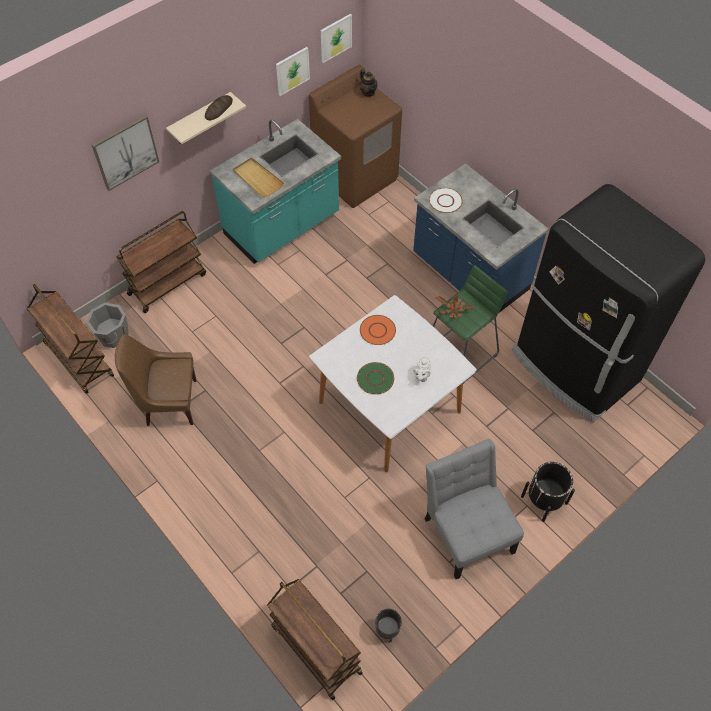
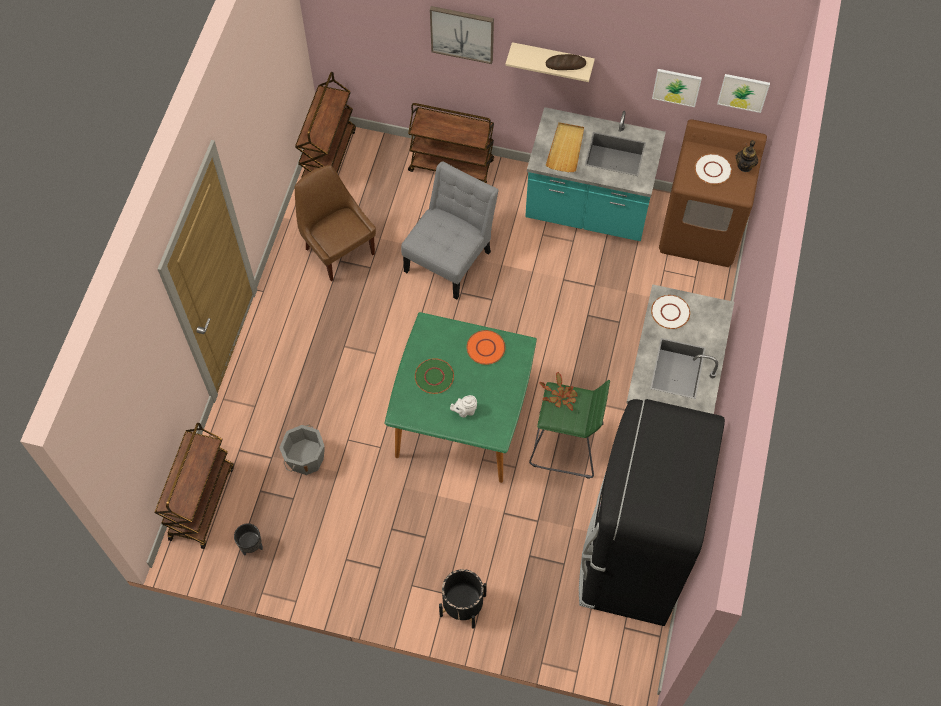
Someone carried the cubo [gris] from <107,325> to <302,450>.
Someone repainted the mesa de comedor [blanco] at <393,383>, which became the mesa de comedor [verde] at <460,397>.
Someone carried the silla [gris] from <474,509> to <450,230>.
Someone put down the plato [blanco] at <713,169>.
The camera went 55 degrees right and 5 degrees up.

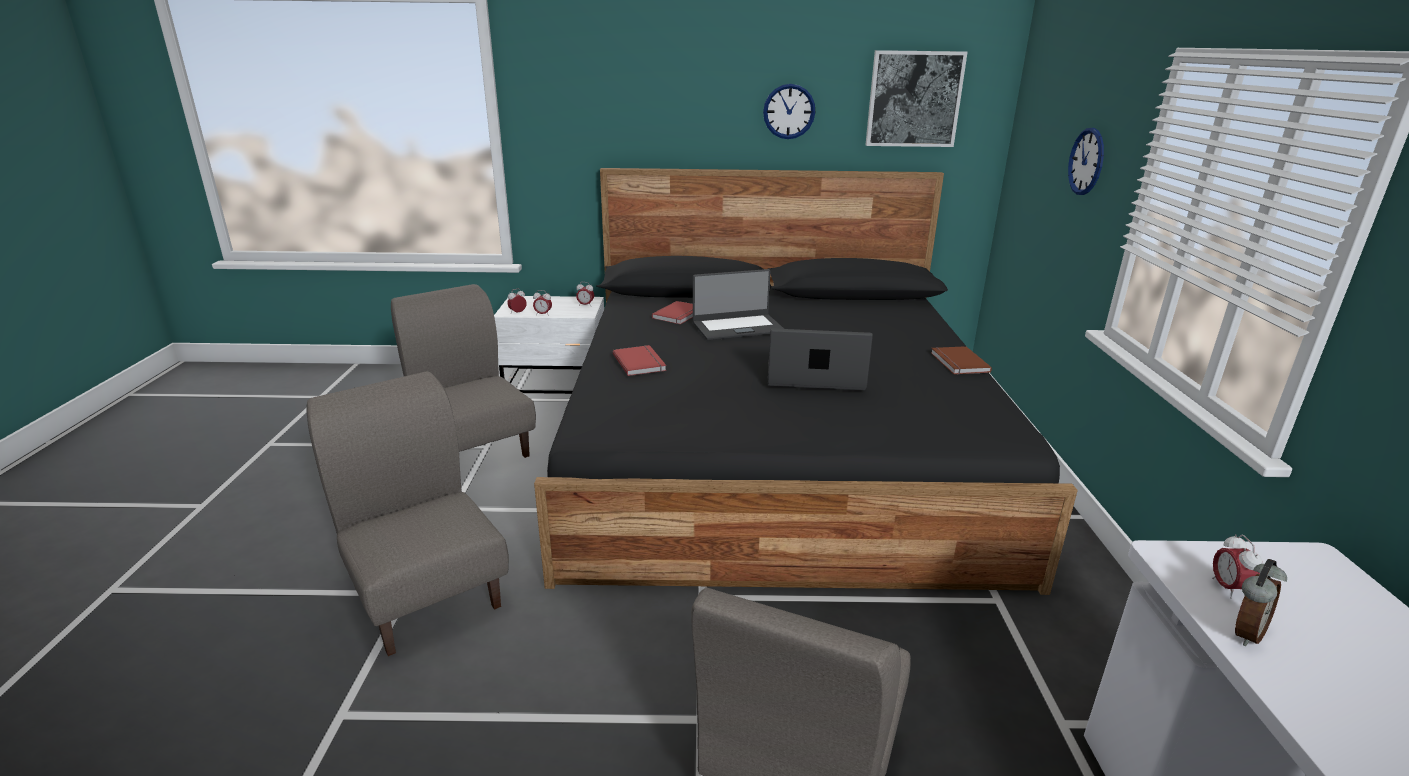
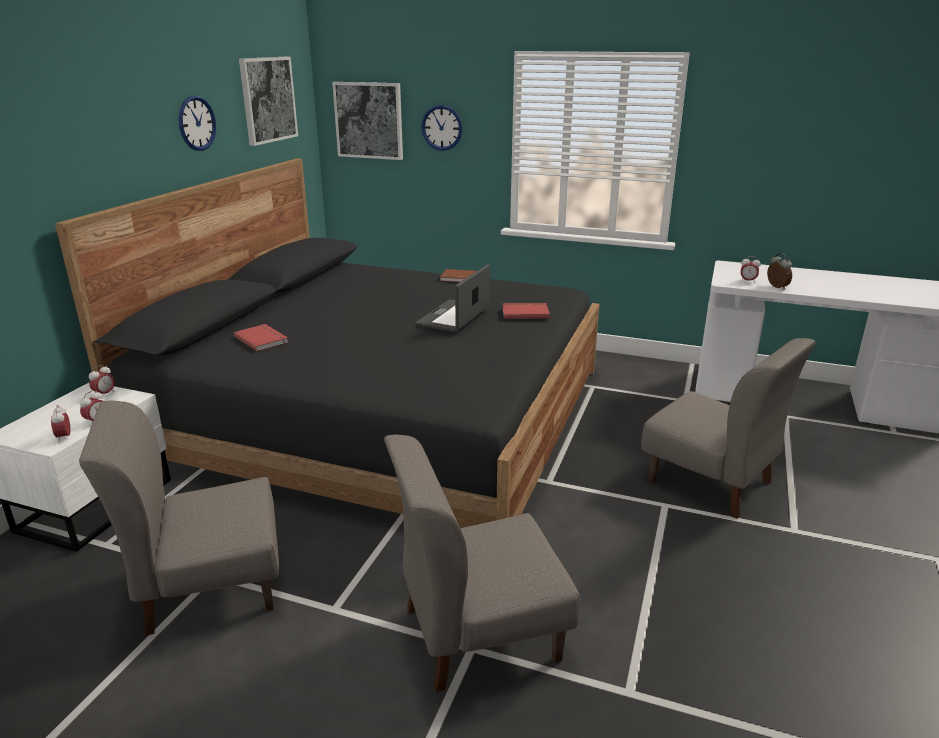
Someone put up the cuadro at <367,121>.
Someone carried the libro [rojo] from <639,360> to <526,311>.
Someone took away the portátil at <738,304>.
The camera went 70 degrees left and 0 degrees up.

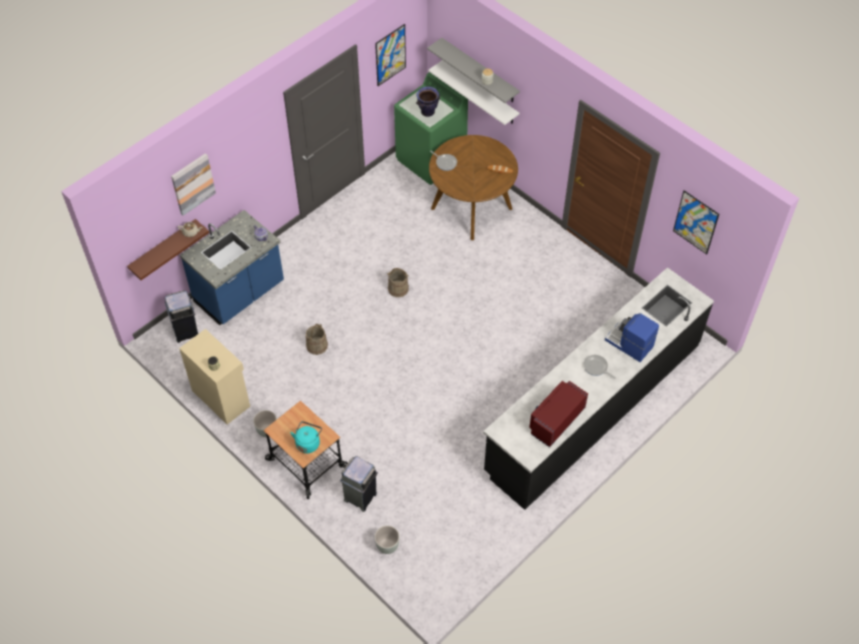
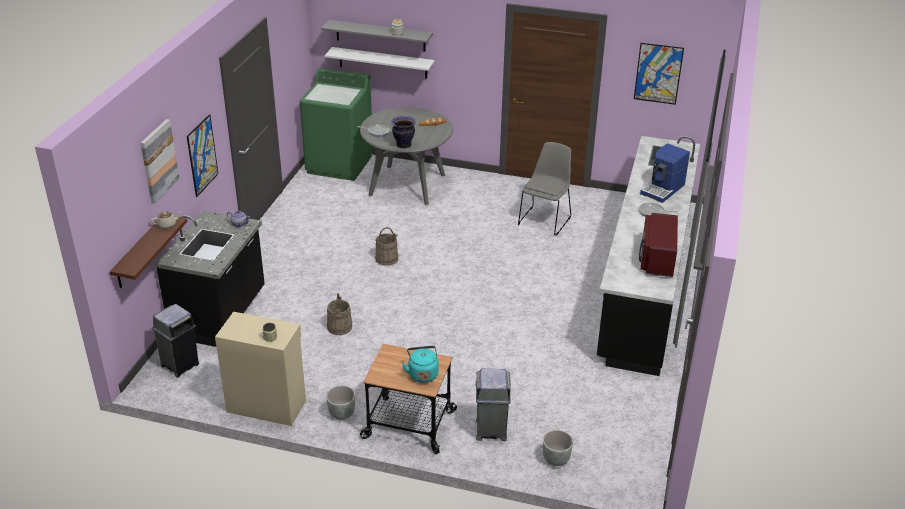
Someone repainted the mueble bajo de cocina [azul] at <232,267>, which became the mueble bajo de cocina [negro] at <210,279>.
Someone carried the cuadro from <390,55> to <202,155>.
Someone repainted the mesa de comedor [marrón] at <473,187>, which became the mesa de comedor [gris] at <406,156>.
Someone carried the florero from <428,101> to <403,132>.
Someone put down the silla [gris] at <544,188>.
Someone rotated the cafetera at <632,337> by 60 degrees counterclockwise.
The camera went 30 degrees left and 20 degrees down.

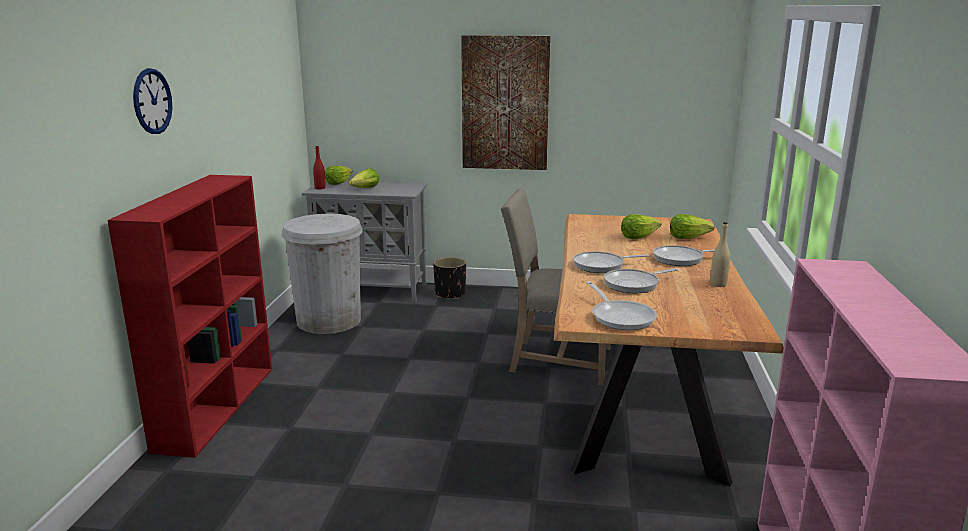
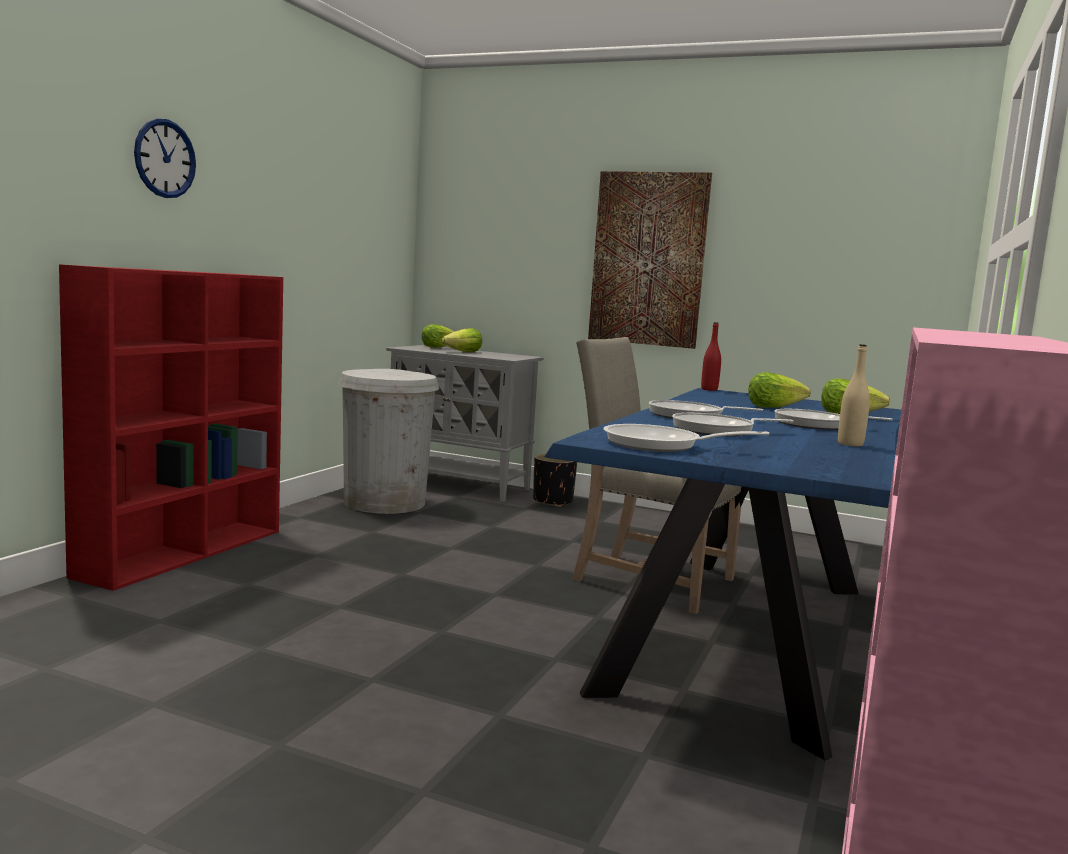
Someone repainted the mesa de comedor [marrón] at <669,350>, which became the mesa de comedor [azul] at <722,574>.
Someone rotated the sartén at <621,305> by 105 degrees clockwise.
Someone carried the botella [rojo] from <319,168> to <711,356>.
The camera went 15 degrees right and 10 degrees down.

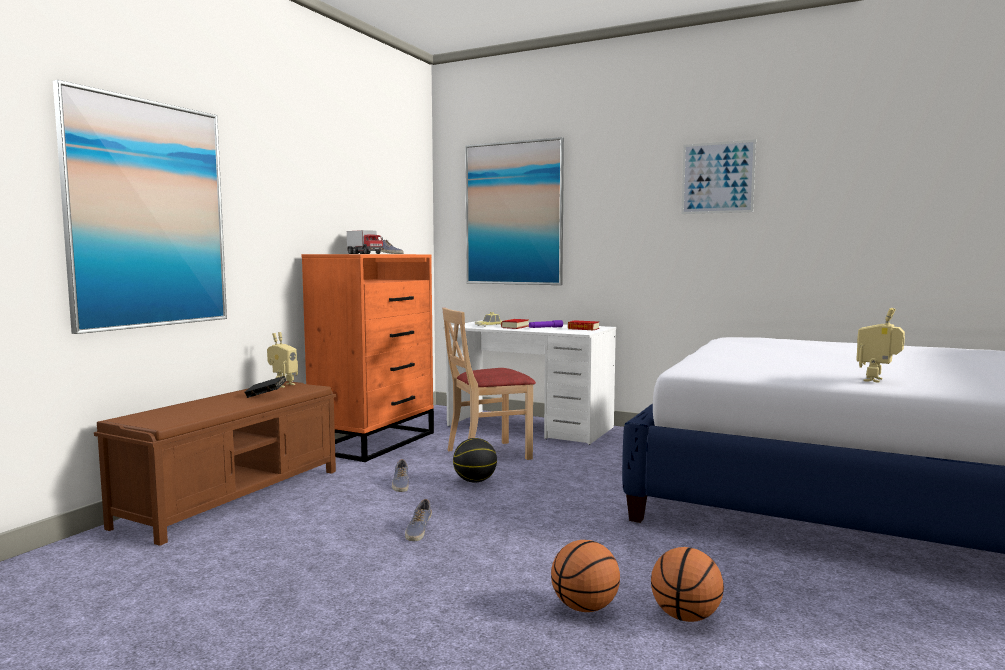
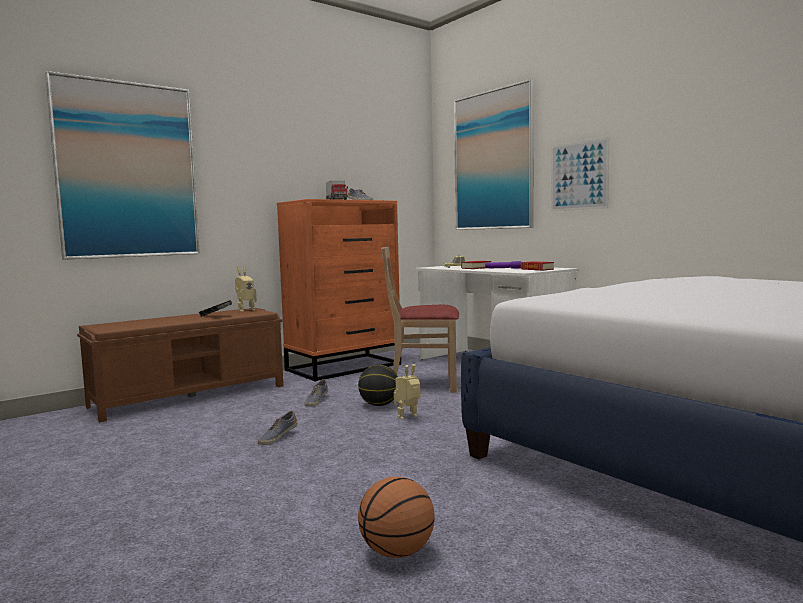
Someone carried the robot de juguete from <880,345> to <407,392>.
Someone carried the cuadro from <718,177> to <580,174>.
Someone took away the balón de baloncesto at <585,576>.
The camera went 25 degrees right and 0 degrees up.

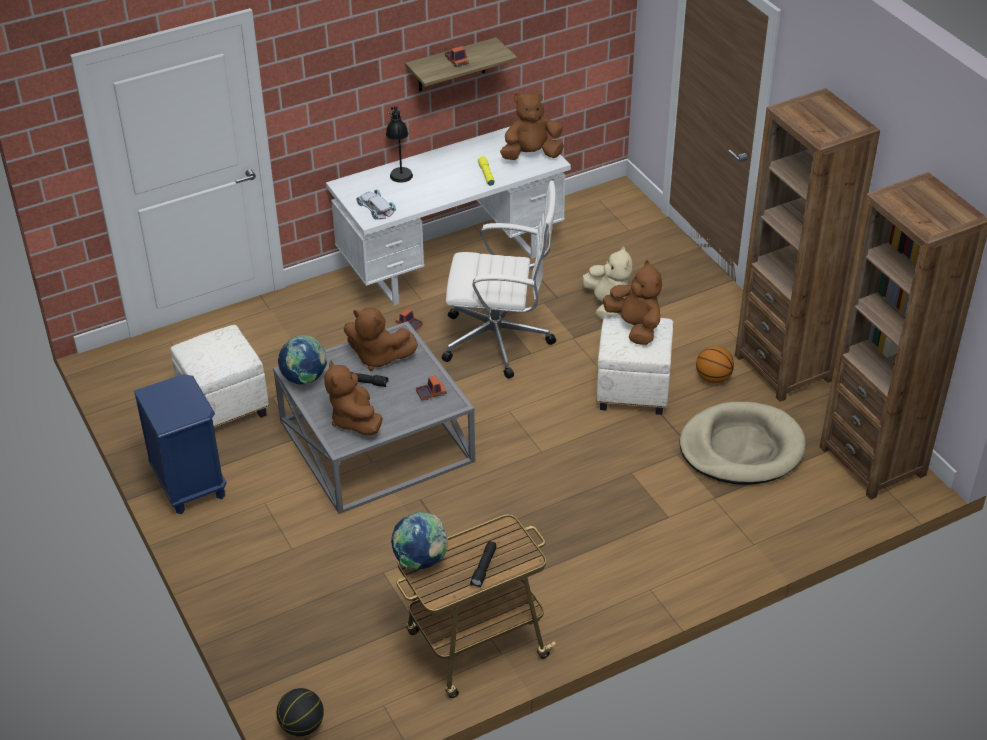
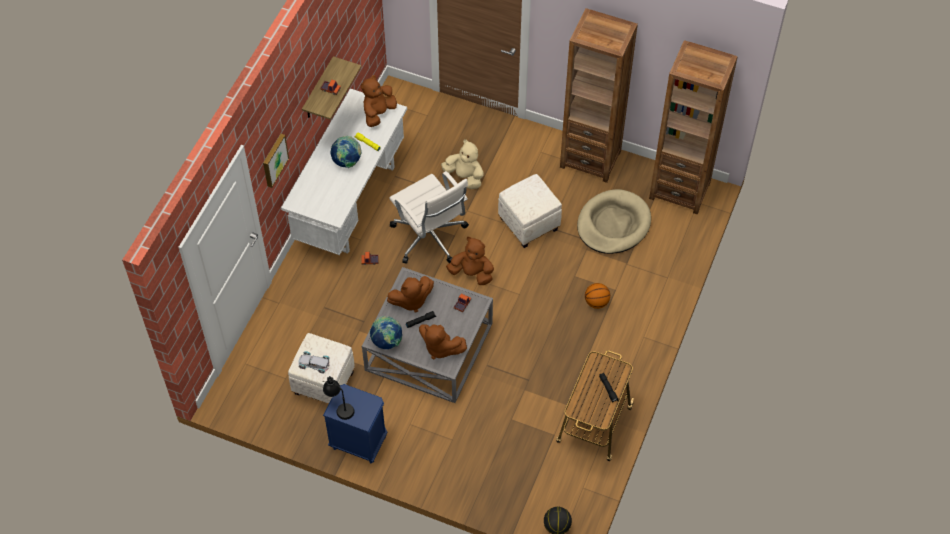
Someone put up the cuadro at <276,161>.
Someone carried the coche de juguete [blanco] from <376,204> to <314,362>.
Someone carried the lámpara de mesa [negro] from <399,144> to <339,398>.
Someone carried the globo terráqueo from <419,541> to <346,152>.
Someone rotated the silla de oficina [blanco] at <499,280> by 90 degrees clockwise.
Someone carried the peluche [marrón] from <632,302> to <470,261>.
Someone carried the balón de baloncesto from <715,365> to <597,296>.
The camera went 40 degrees left and 15 degrees up.

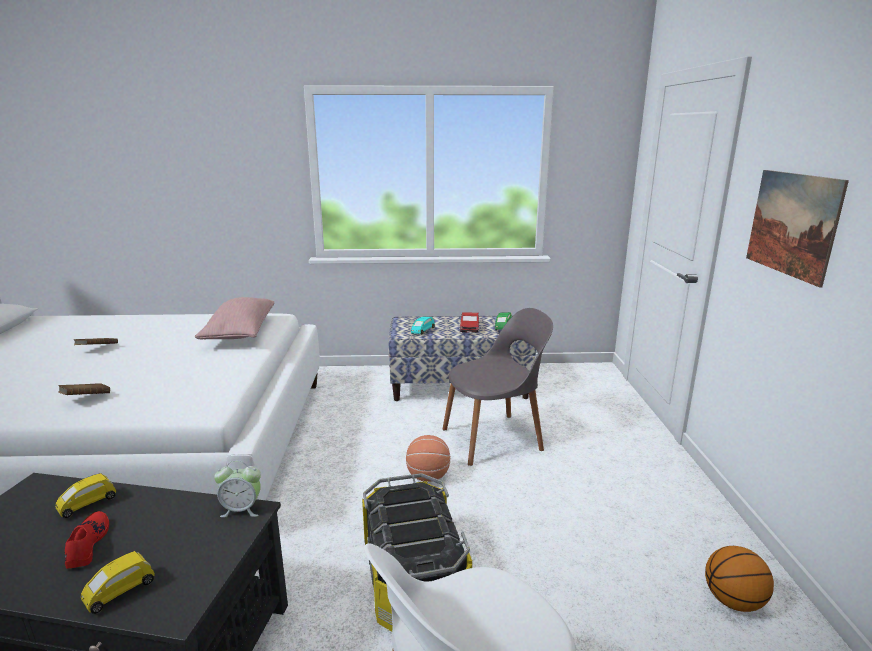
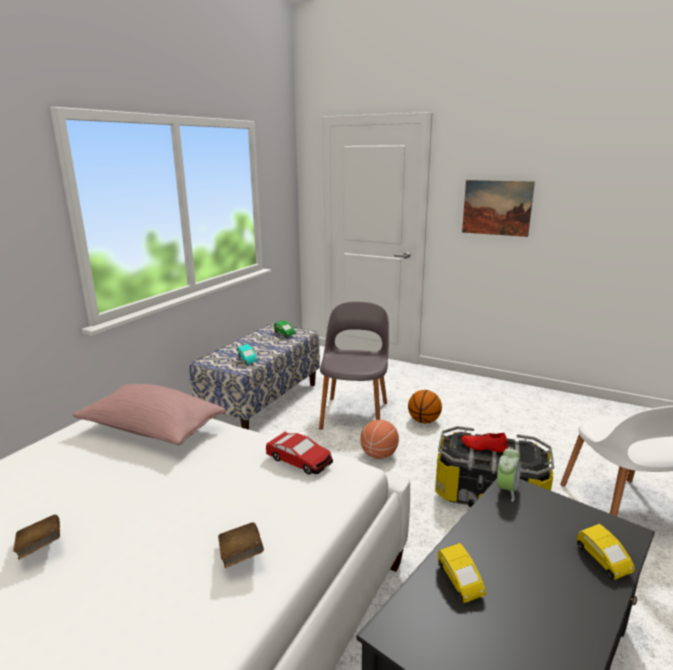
Someone carried the coche de juguete from <469,322> to <299,453>.
Someone carried the balón de baloncesto from <739,579> to <425,407>.
Someone carried the zapato [rojo] from <87,540> to <484,442>.
The camera went 60 degrees left and 0 degrees up.

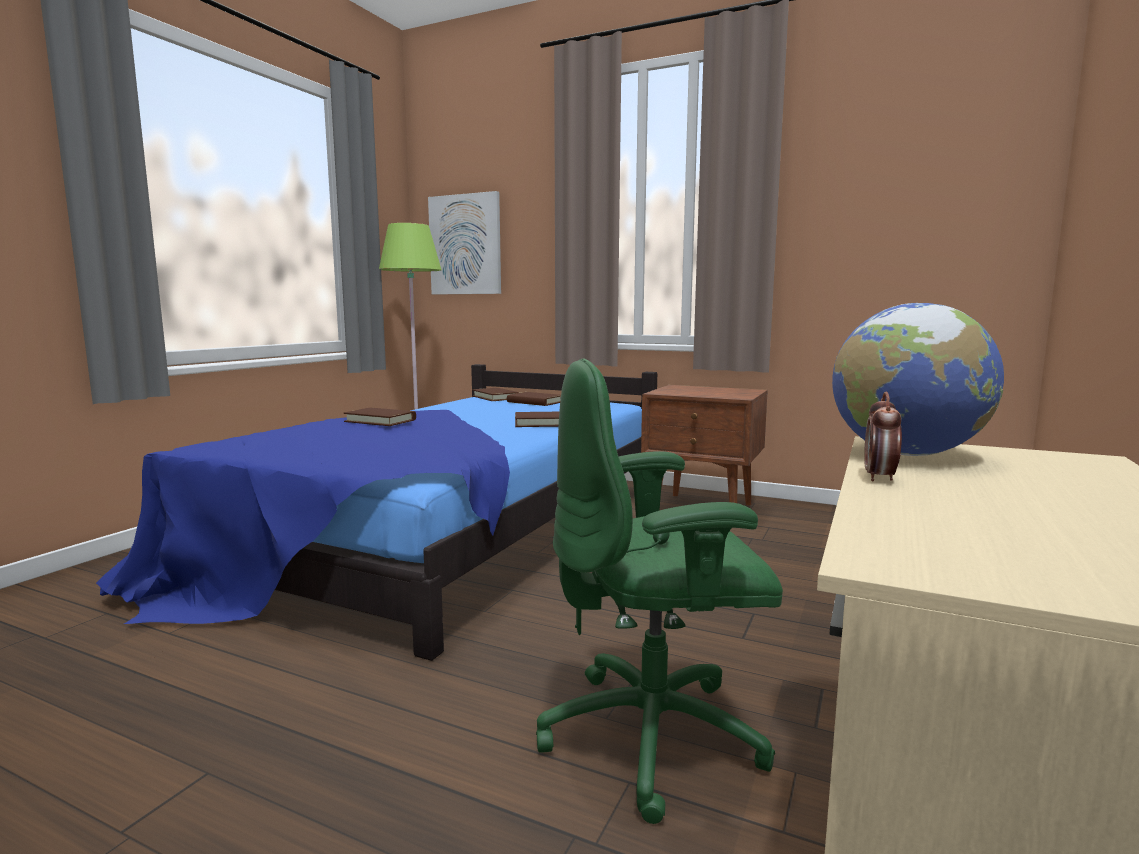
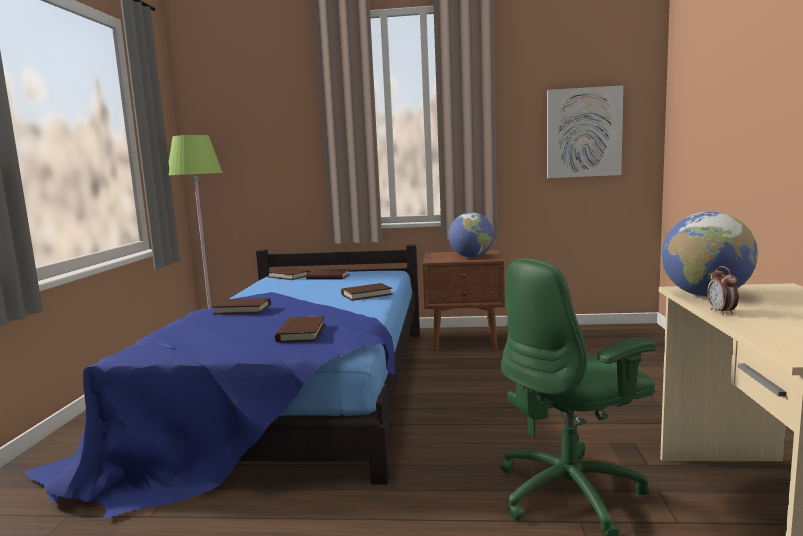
Someone put down the libro [marrón] at <300,329>.
Someone put down the globo terráqueo at <471,235>.
Someone carried the cuadro from <464,242> to <585,131>.
The camera went 20 degrees left and 0 degrees up.

